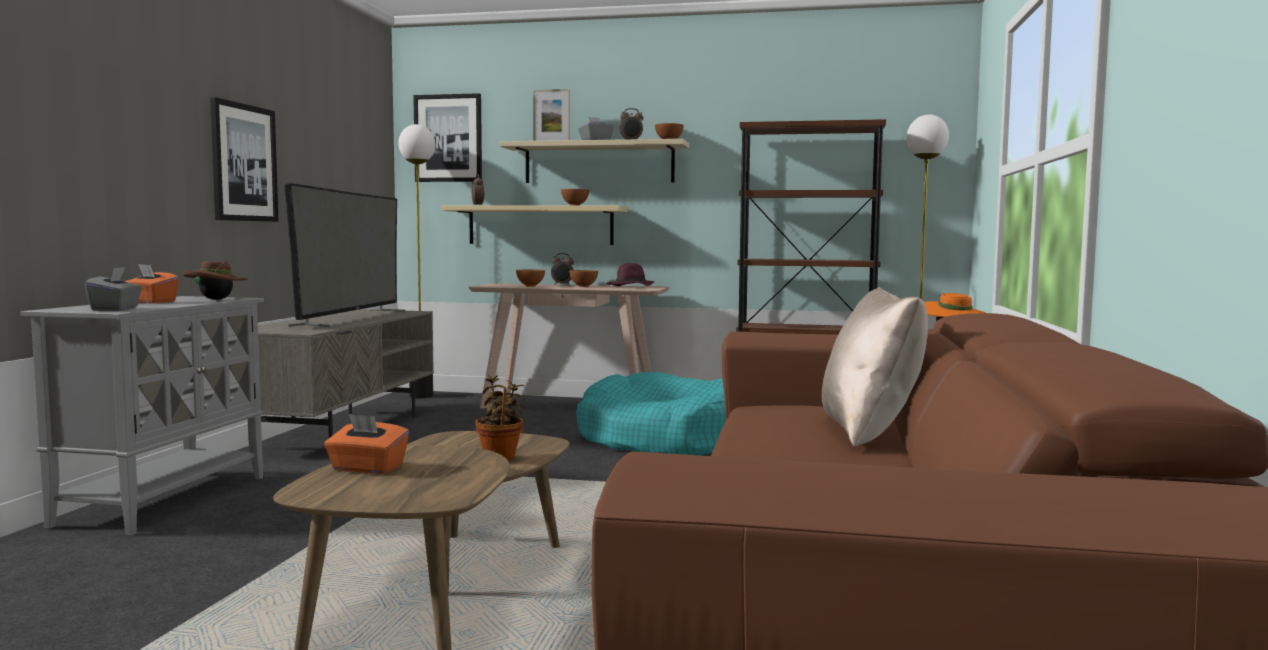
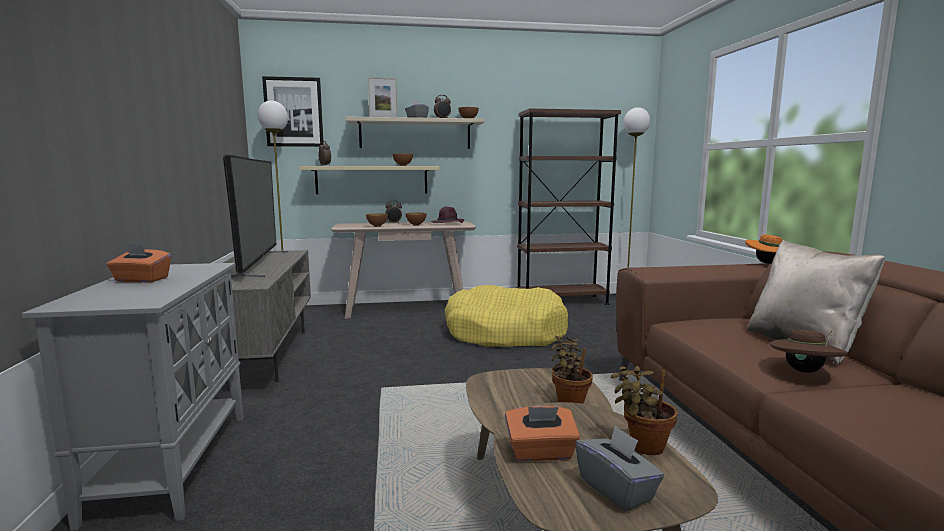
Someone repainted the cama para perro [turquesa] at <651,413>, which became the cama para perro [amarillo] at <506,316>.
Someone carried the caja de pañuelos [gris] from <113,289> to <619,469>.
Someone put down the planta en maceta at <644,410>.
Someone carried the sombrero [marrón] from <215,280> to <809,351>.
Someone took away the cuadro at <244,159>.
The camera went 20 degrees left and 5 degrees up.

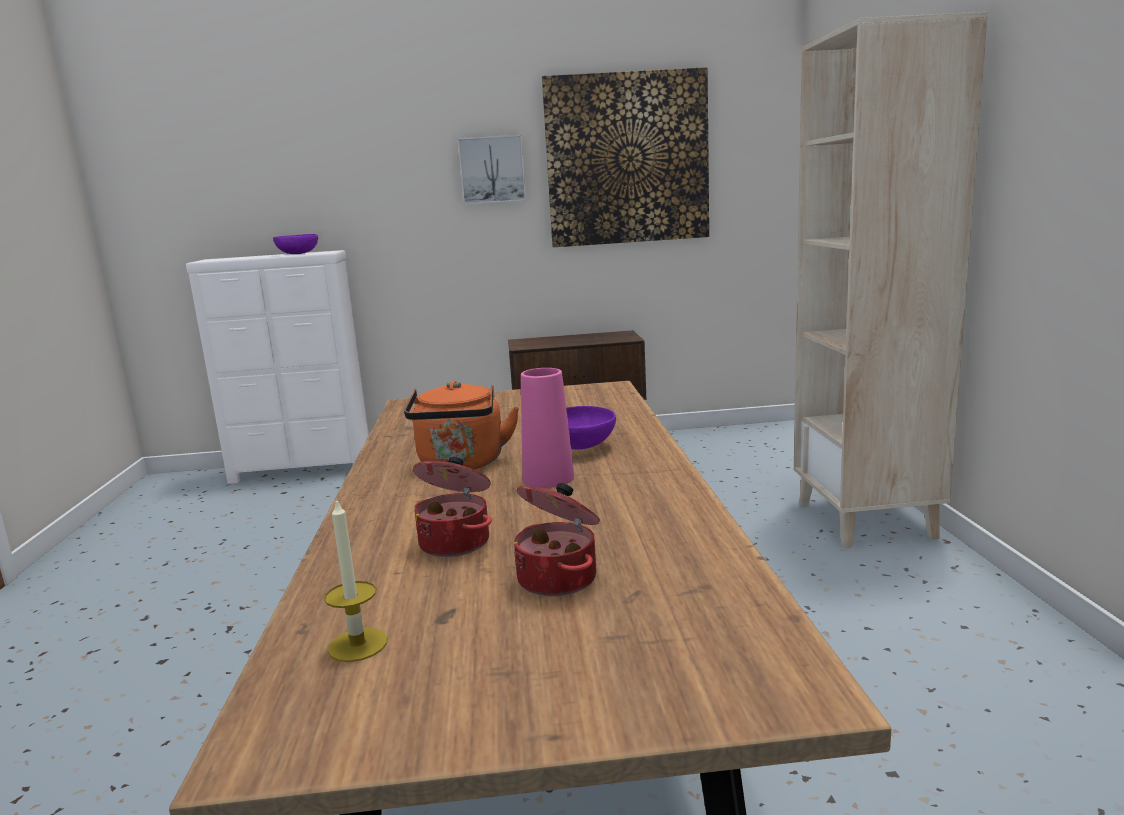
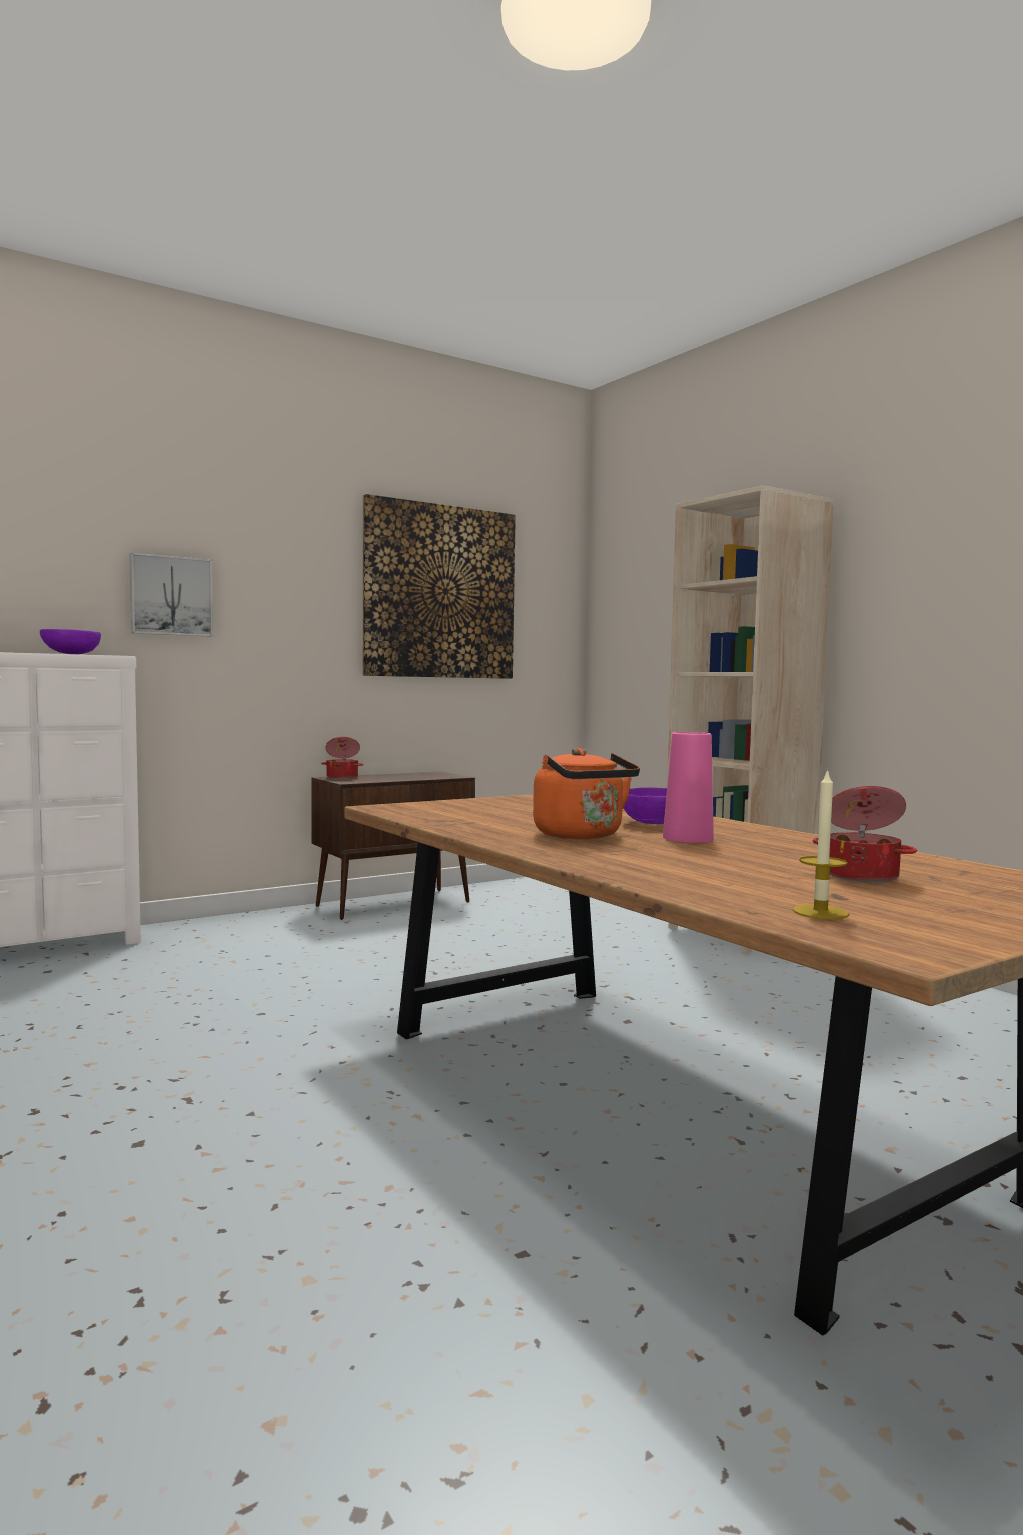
Someone carried the cuadro from <492,169> to <171,594>.
Someone carried the olla from <452,507> to <342,758>.
The camera went 30 degrees left and 10 degrees down.

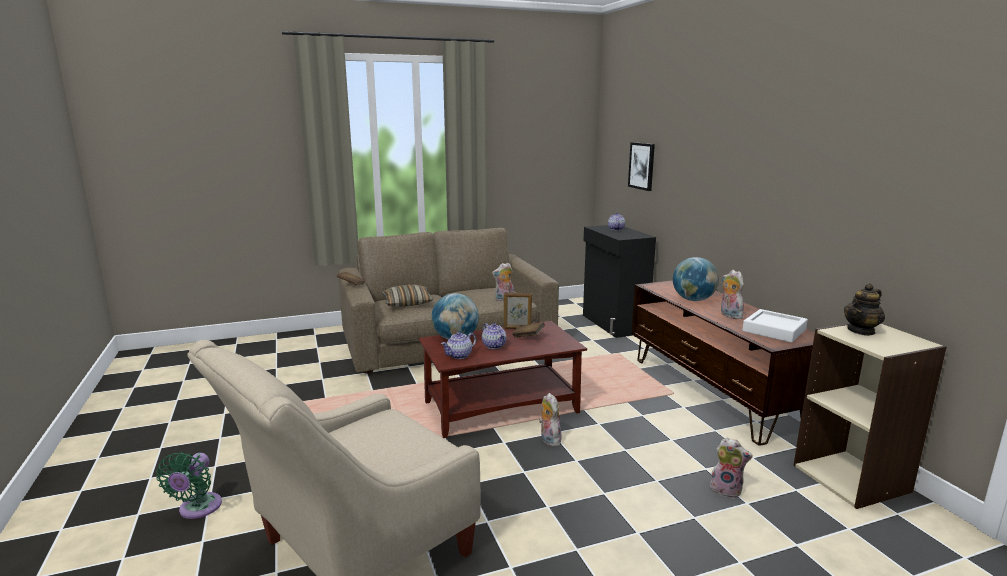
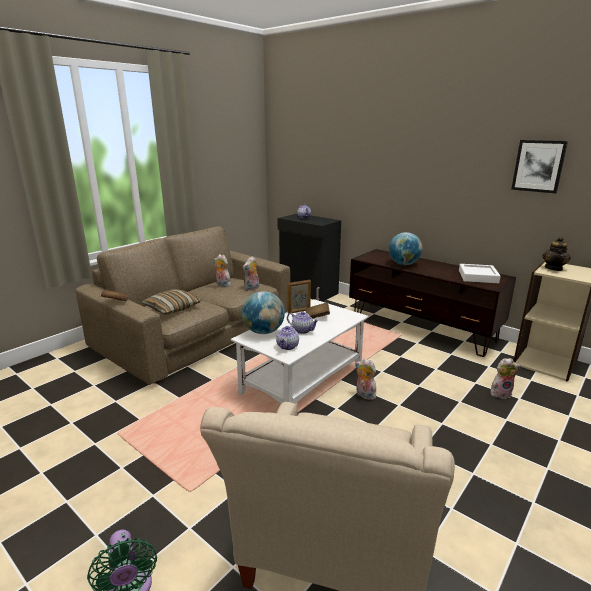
Someone carried the peluche from <732,294> to <222,270>.
Someone repainted the mesa de centro [marrón] at <503,379>, which became the mesa de centro [blanco] at <300,351>.
Someone carried the cuadro from <641,166> to <539,166>.
The camera went 30 degrees left and 5 degrees up.

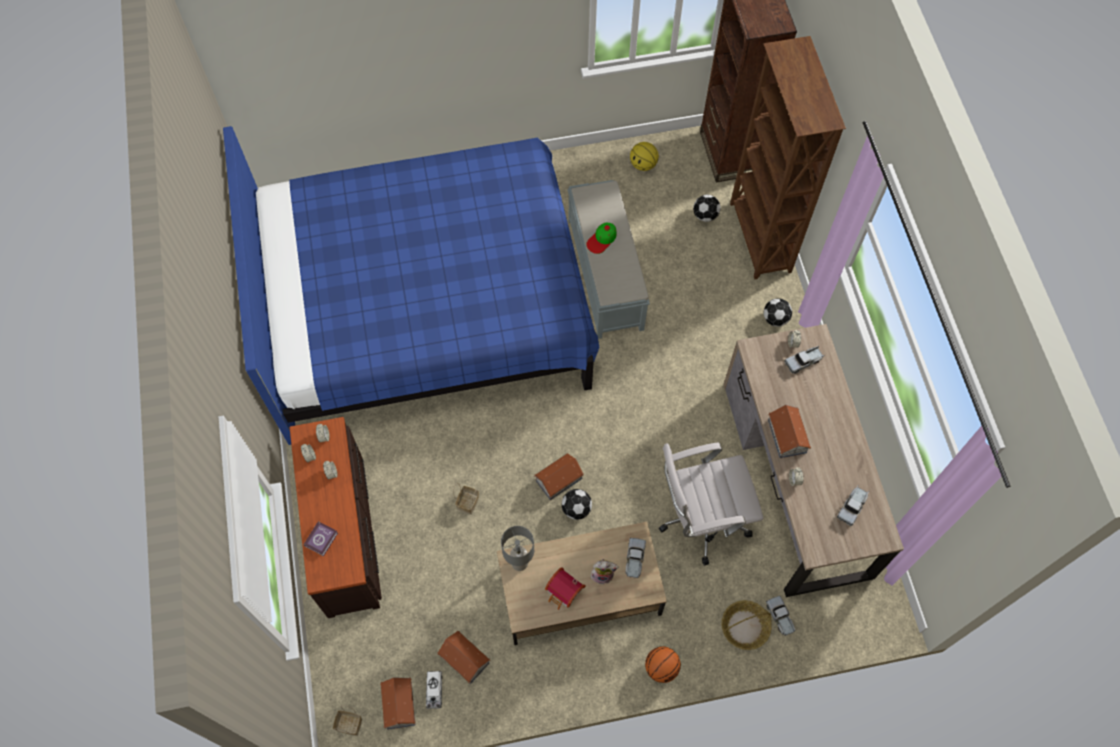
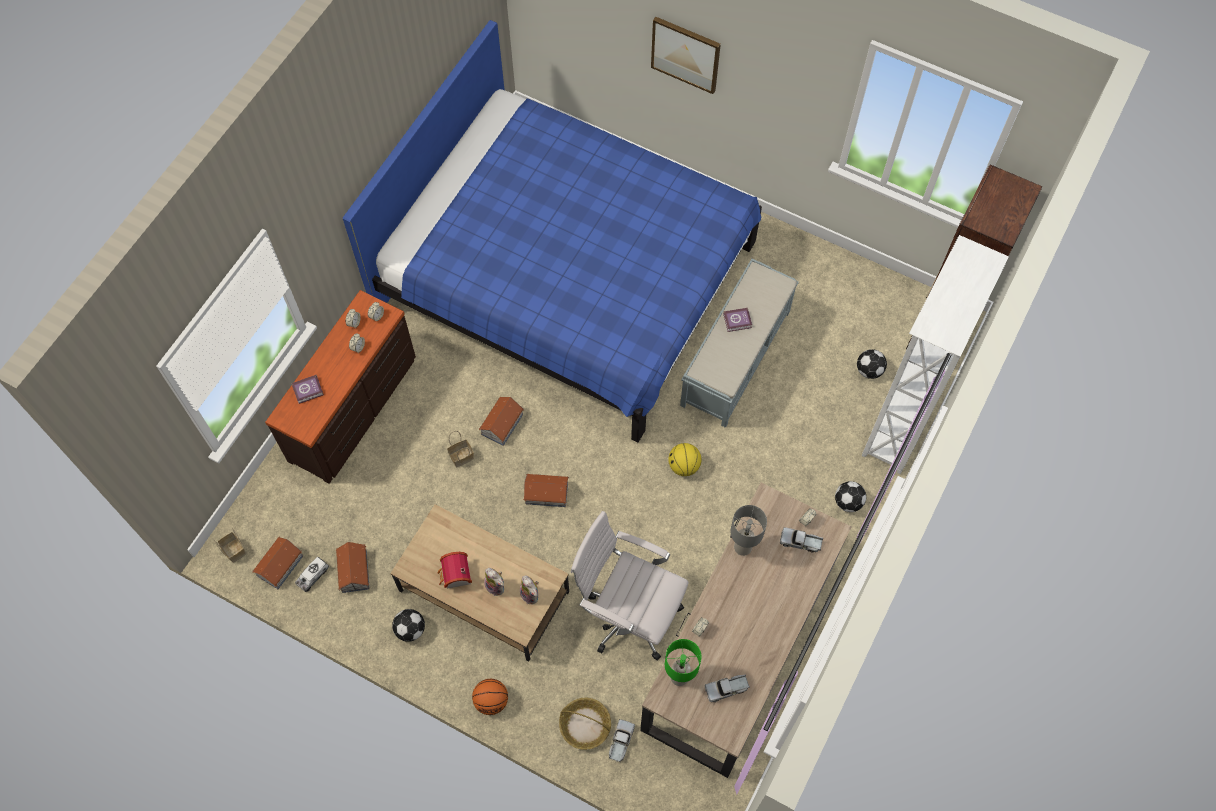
Someone carried the balón de fútbol from <577,504> to <408,625>.
Someone carried the casita from <789,431> to <501,421>.
Someone swapped the camión de juguete at <635,558> for the peluche at <529,590>.
Someone put up the cuadro at <686,55>.
Someone put down the lámpara de mesa [verde] at <683,662>.
Someone carried the balón de baloncesto from <644,156> to <685,459>.
Someone swapped the gorra at <601,238> for the libro at <737,320>.
Someone carried the lámpara de mesa [gris] from <517,548> to <748,530>.
Someone repainted the estantería [marrón] at <788,157>, which became the estantería [blanco] at <935,354>.
The camera went 40 degrees right and 0 degrees up.

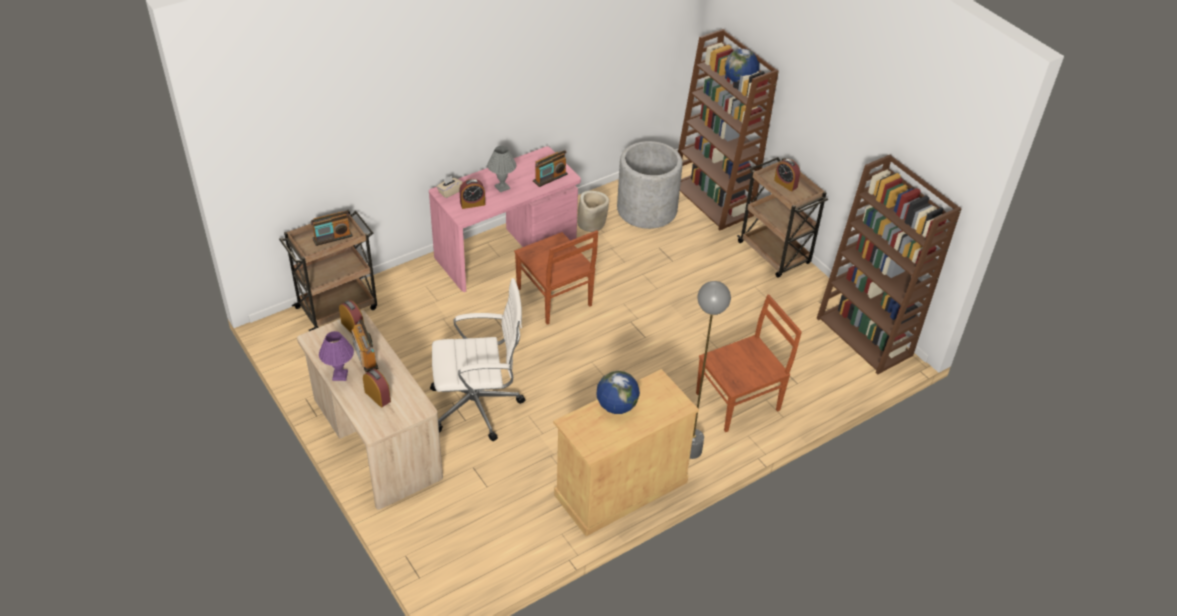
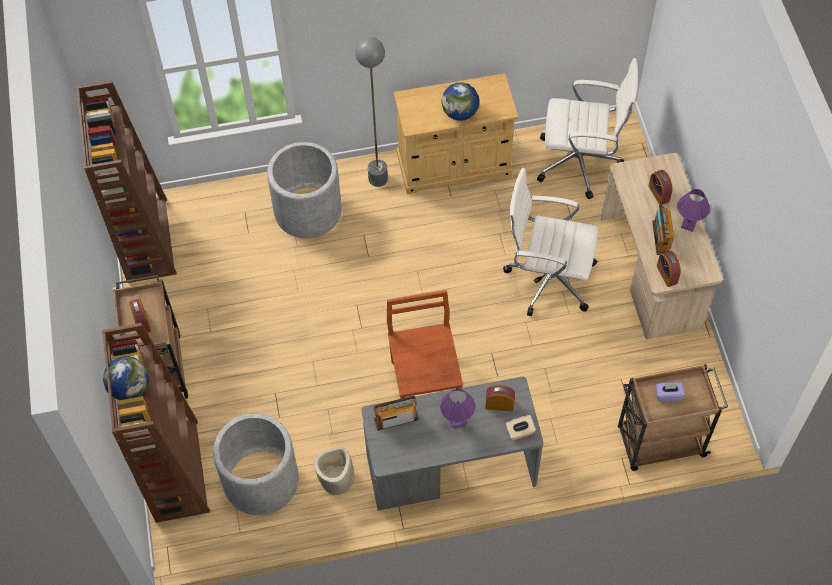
Someone swapped the silla [marrón] at <749,363> for the maceta [gris] at <304,190>.
Someone repainted the escritorio [rosa] at <505,219>, which became the escritorio [gris] at <452,444>.
Someone repainted the lámpara de mesa [gris] at <501,169>, which became the lámpara de mesa [morado] at <457,408>.
Someone put down the silla de oficina [blanco] at <587,128>.
Someone swapped the radio at <332,228> for the caja de pañuelos [morado] at <670,392>.
The camera went 155 degrees left and 15 degrees up.

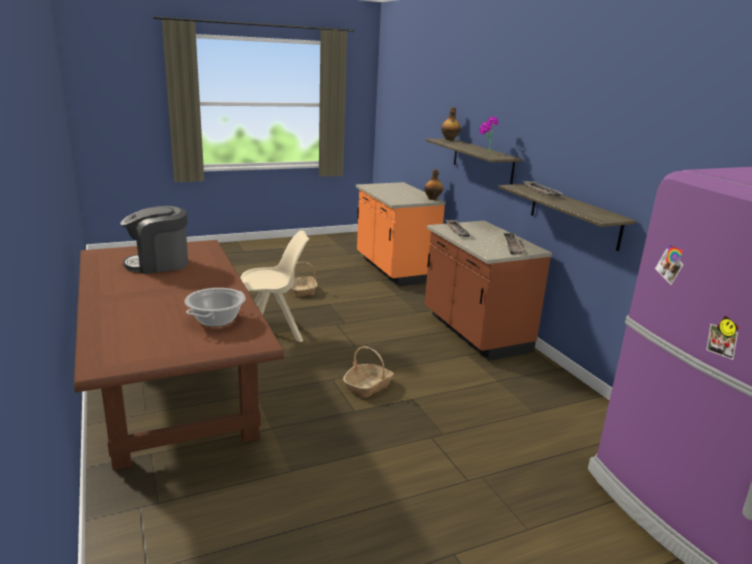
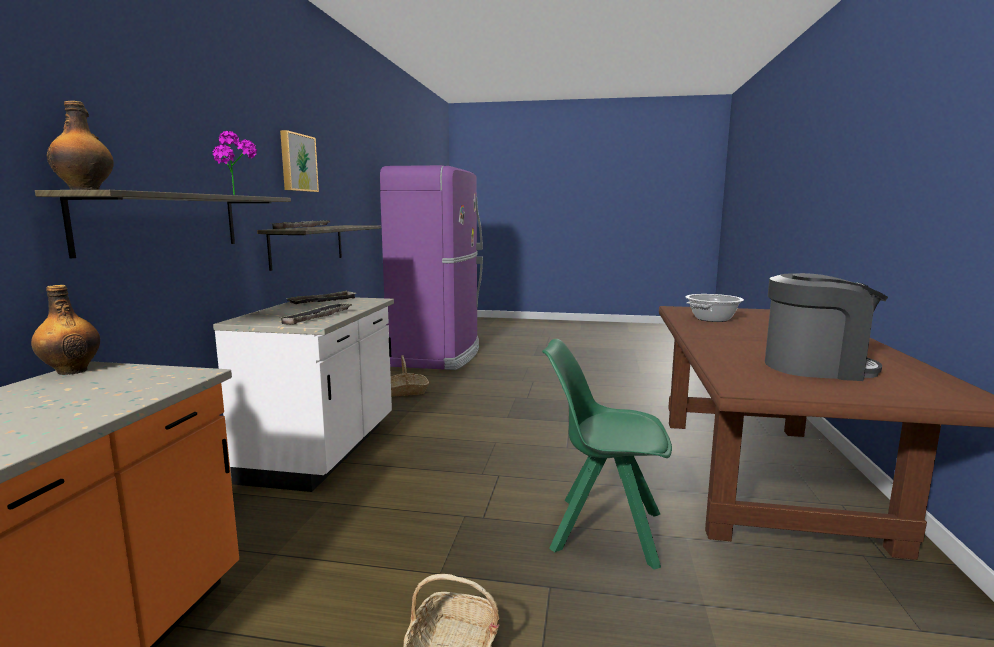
Someone repainted the mueble bajo de cocina [marrón] at <488,291>, which became the mueble bajo de cocina [blanco] at <303,394>.
Someone put up the cuadro at <299,161>.
Someone carried the cesta from <368,372> to <410,376>.
Someone repainted the silla [beis] at <275,286>, which became the silla [verde] at <607,454>.
The camera went 145 degrees left and 10 degrees down.

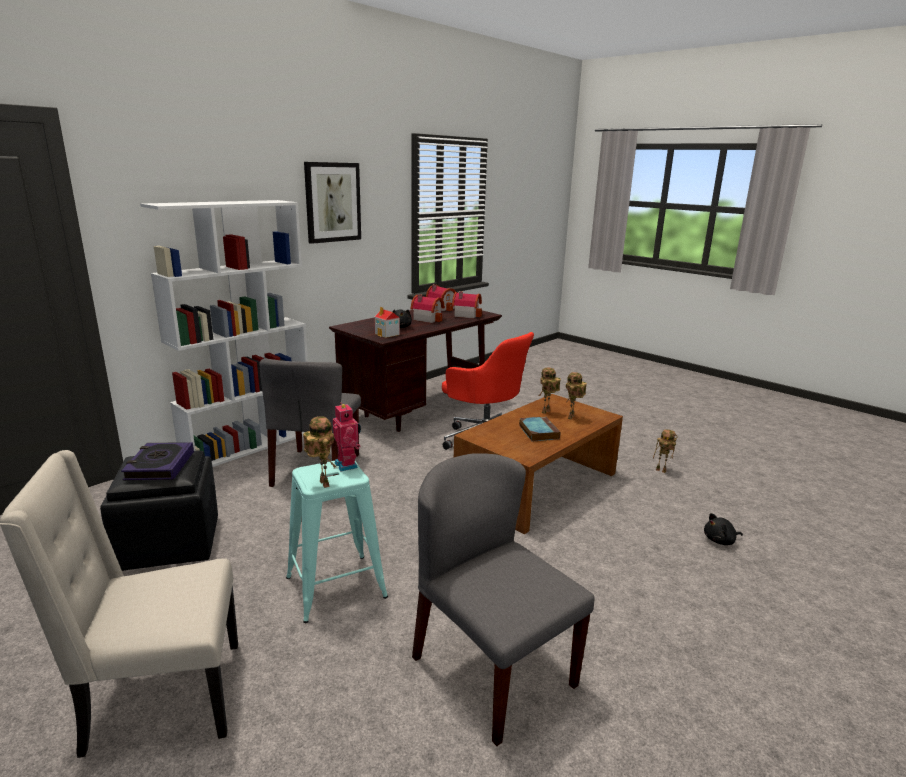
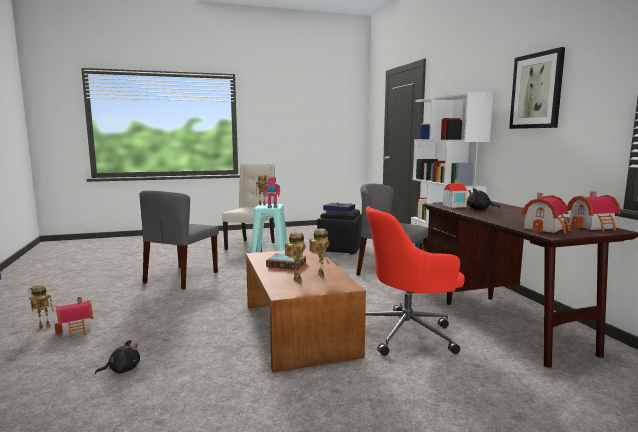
Someone carried the robot de juguete from <665,451> to <40,307>.
Someone carried the casita from <427,308> to <74,317>.
Someone rotated the peluche [negro] at <723,529> by 45 degrees clockwise.
Someone rotated the silla [gris] at <503,599> by 120 degrees clockwise.
The camera went 120 degrees right and 10 degrees down.

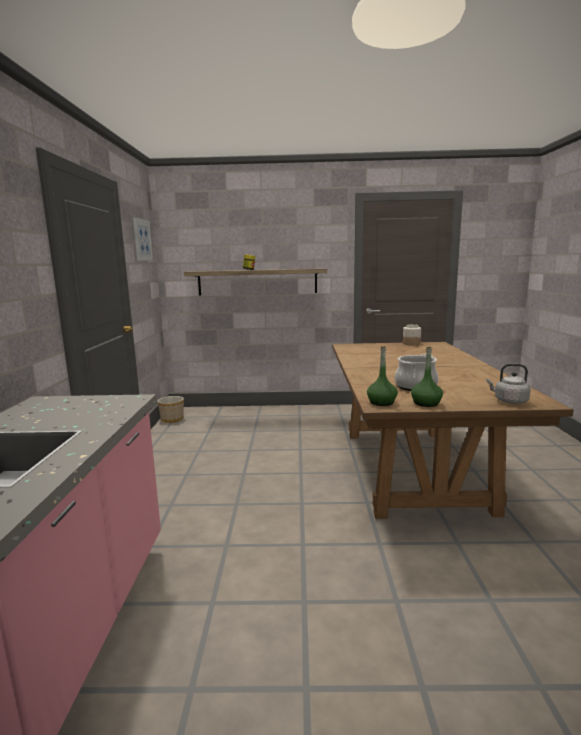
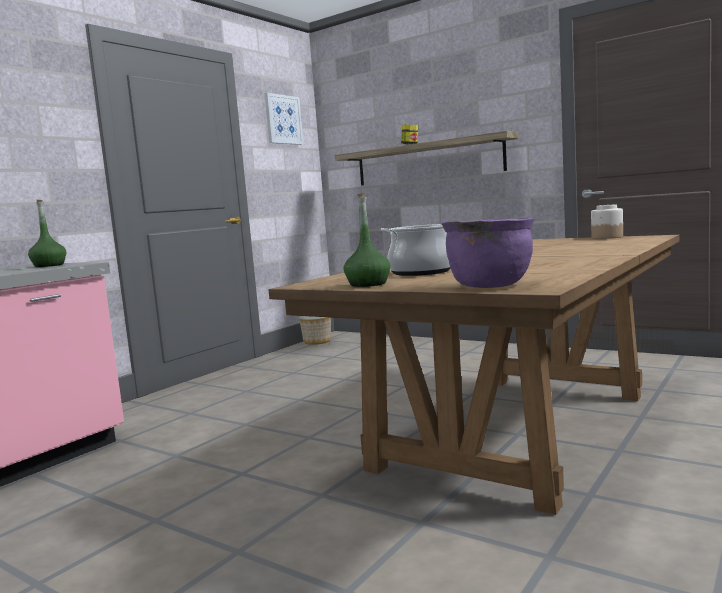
Someone carried the botella [verde] from <382,376> to <47,233>.
Someone swapped the hervidor [gris] at <508,383> for the olla [morado] at <488,253>.
The camera went 35 degrees right and 5 degrees down.

